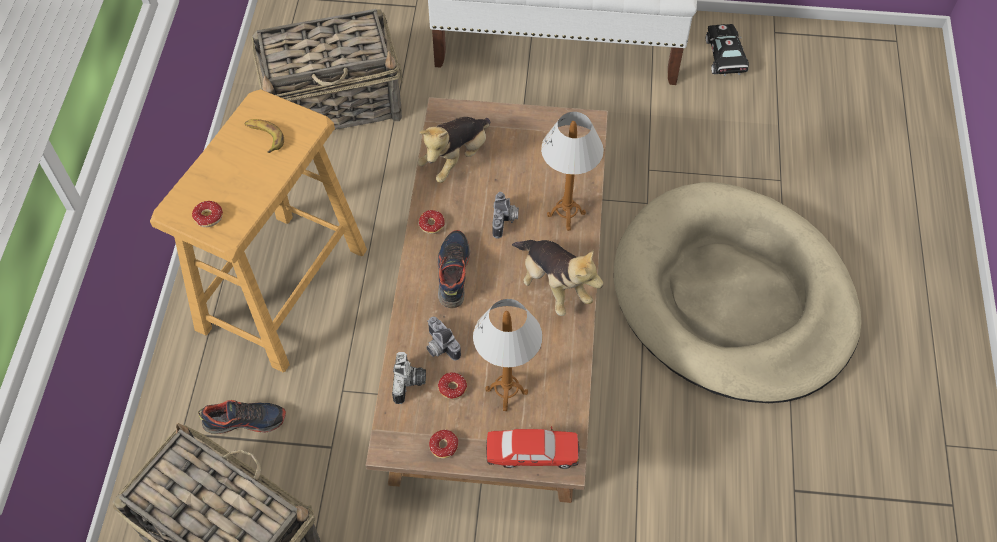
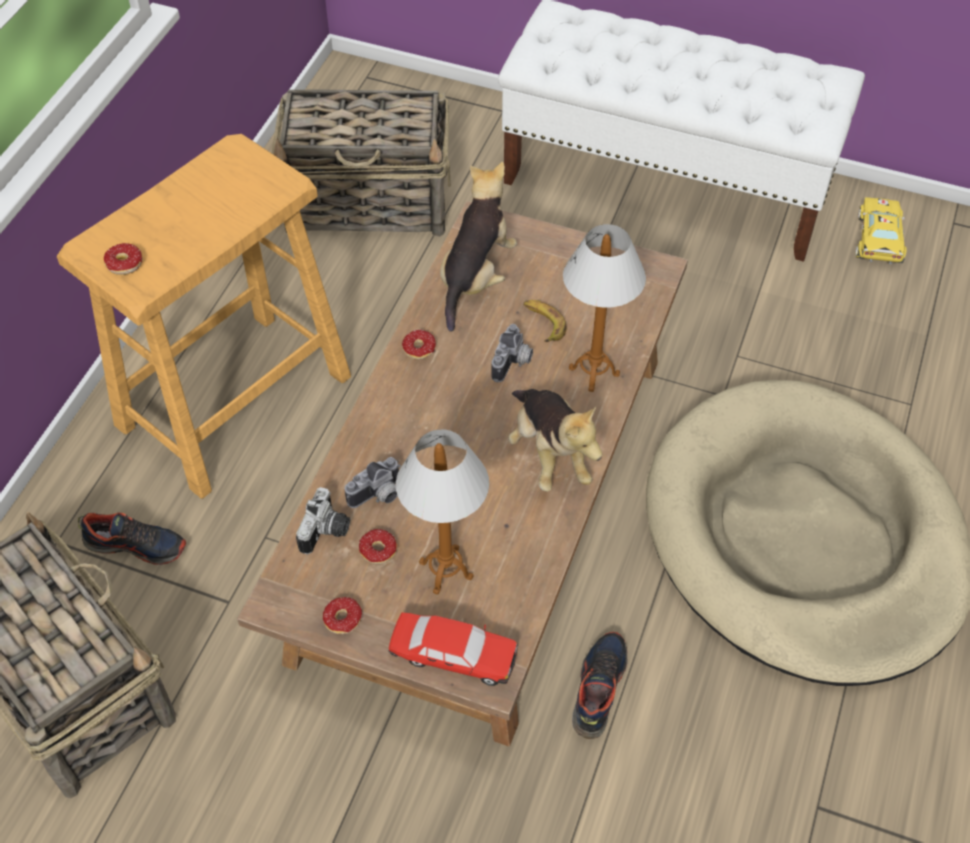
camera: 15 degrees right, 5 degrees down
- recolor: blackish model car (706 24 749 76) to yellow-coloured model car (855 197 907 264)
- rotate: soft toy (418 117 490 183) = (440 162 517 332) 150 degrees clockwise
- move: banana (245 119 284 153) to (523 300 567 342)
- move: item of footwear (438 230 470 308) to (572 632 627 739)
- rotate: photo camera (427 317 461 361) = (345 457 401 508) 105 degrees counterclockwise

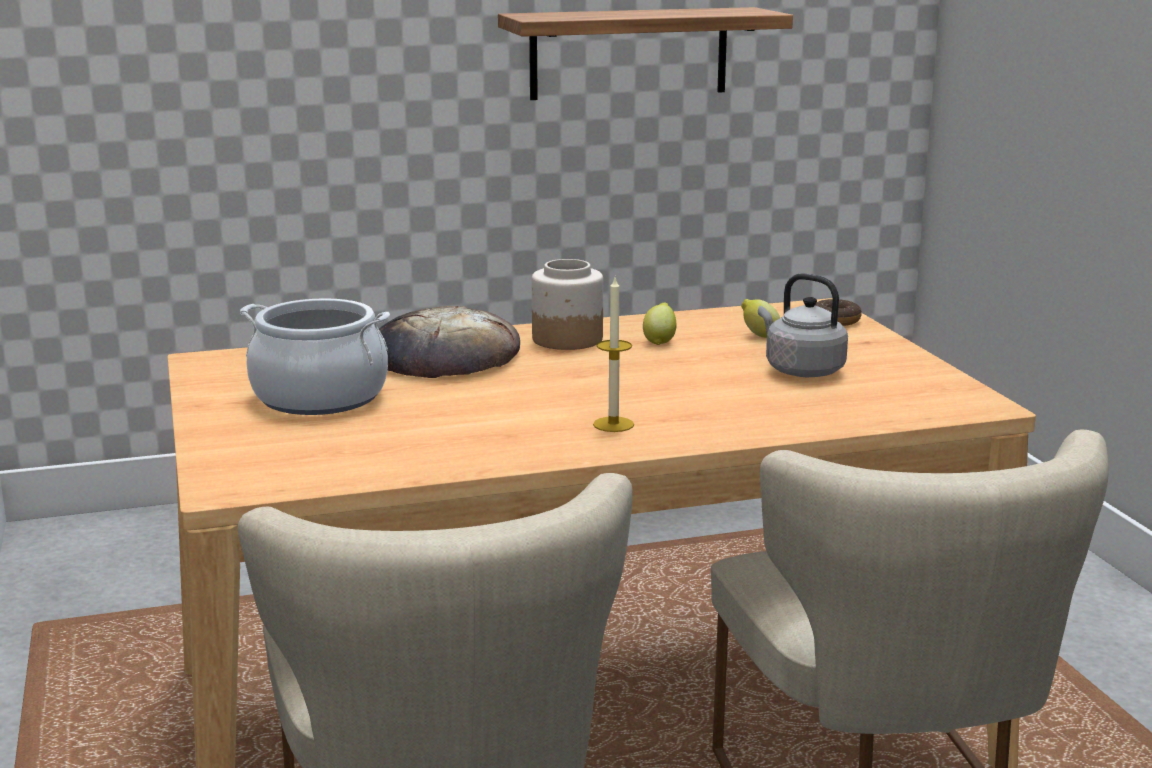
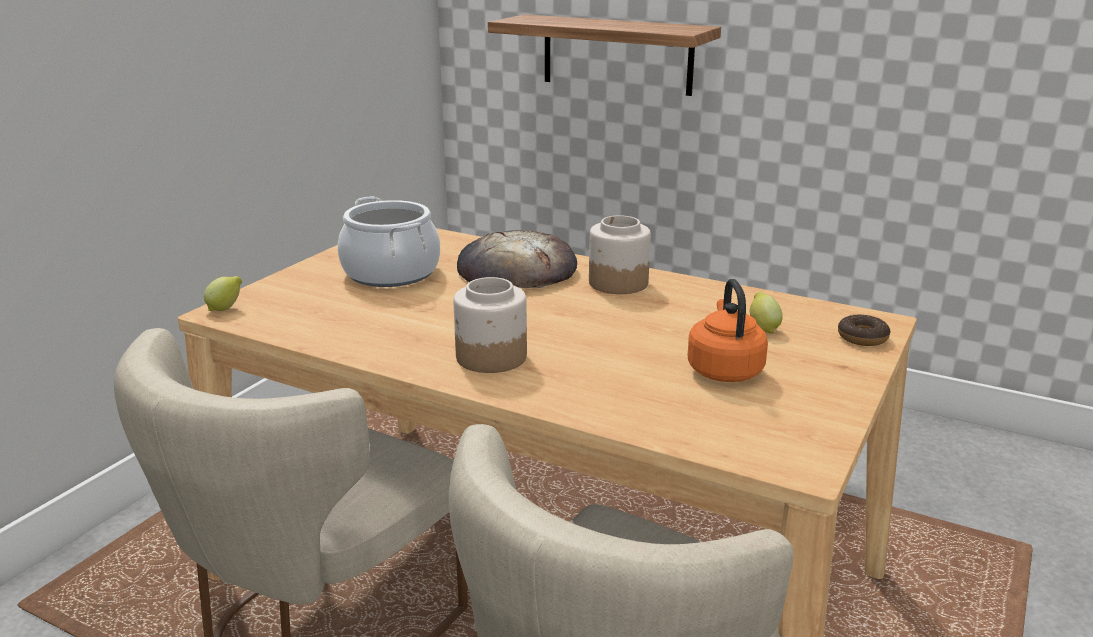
camera: 45 degrees right, 5 degrees up
- move: shelf (498 7 793 100) to (488 14 721 96)
- recolor: grey tea kettle (758 273 848 377) to orange tea kettle (688 279 768 382)
- replace: wax candle (593 278 634 432) to jar (453 277 527 373)
- move: whole lemon (643 302 676 345) to (204 276 242 311)

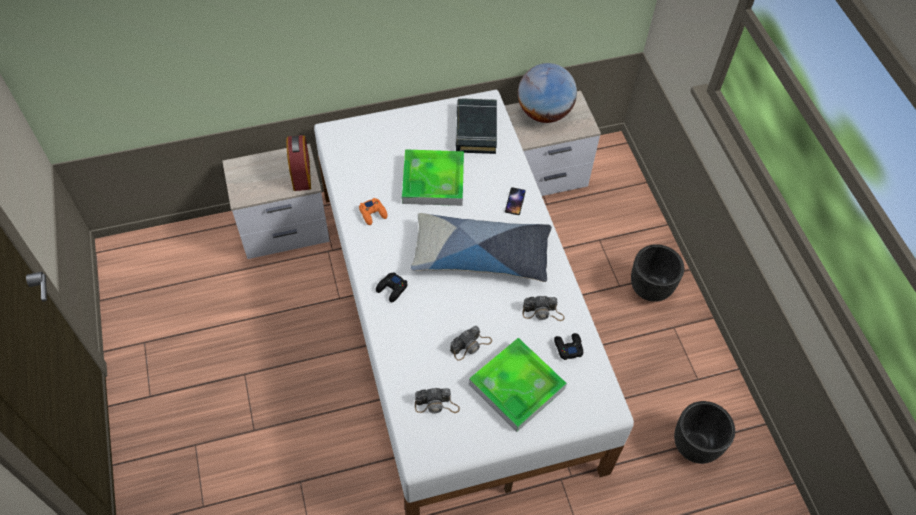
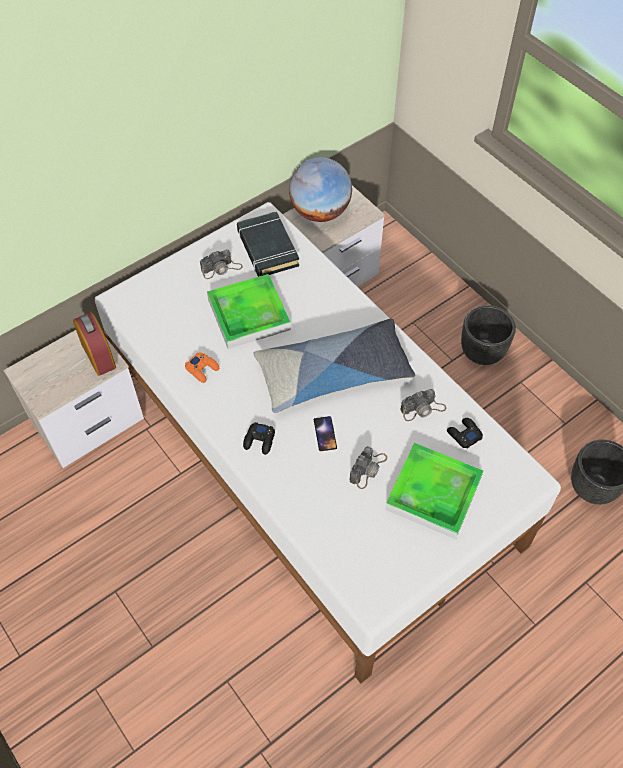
camera: 20 degrees left, 0 degrees up
- move: telephone (505 187 526 215) to (314 416 337 451)
- move: photo camera (415 388 460 414) to (200 250 243 279)

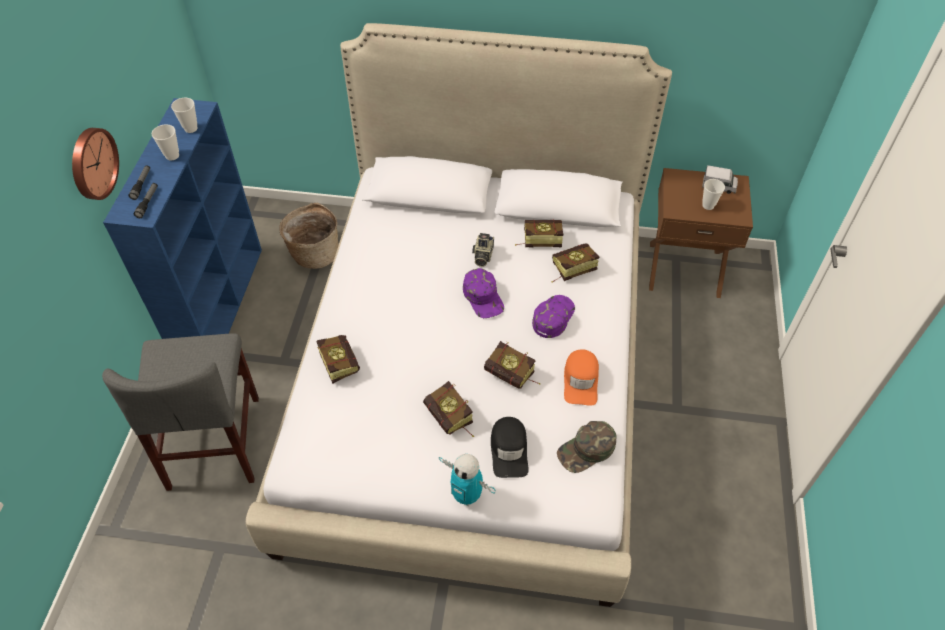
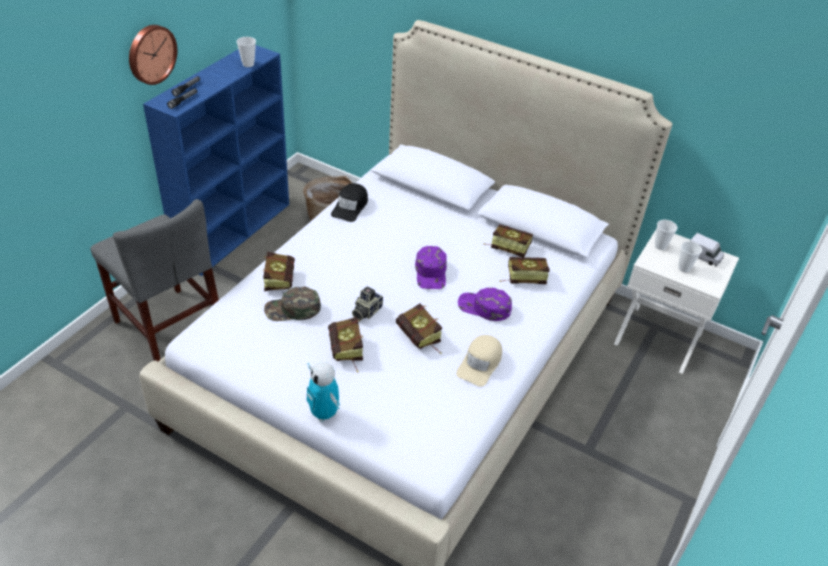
camera: 20 degrees right, 10 degrees down
- move: cup (152 124 179 161) to (655 220 678 250)
- recolor: brown nightstand (649 168 753 298) to white nightstand (614 228 739 374)
- move: photo camera (472 233 494 267) to (352 286 383 321)
- rotate: purple-coloured peaked cap (532 295 575 338) = (458 288 512 321) 120 degrees counterclockwise
- rotate: grey chair (102 333 259 491) = (90 199 219 361) 60 degrees counterclockwise
- recolor: orange peaked cap (564 349 599 406) to beige peaked cap (456 335 502 387)
- move: blackish peaked cap (491 417 529 478) to (331 183 368 222)
- move: green peaked cap (557 421 617 473) to (264 287 321 321)

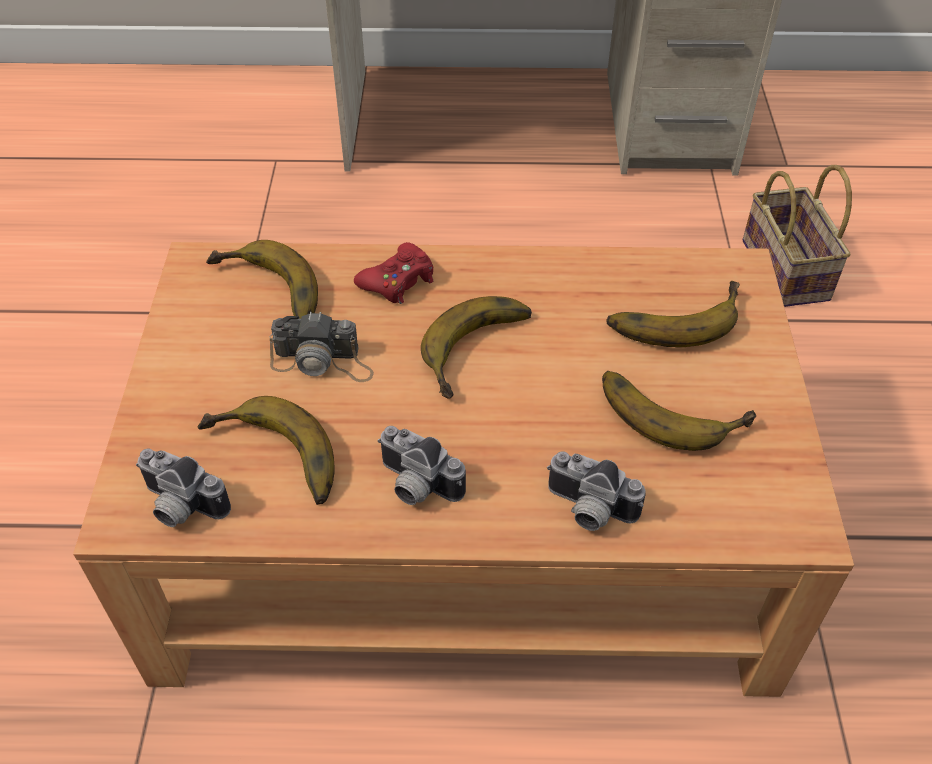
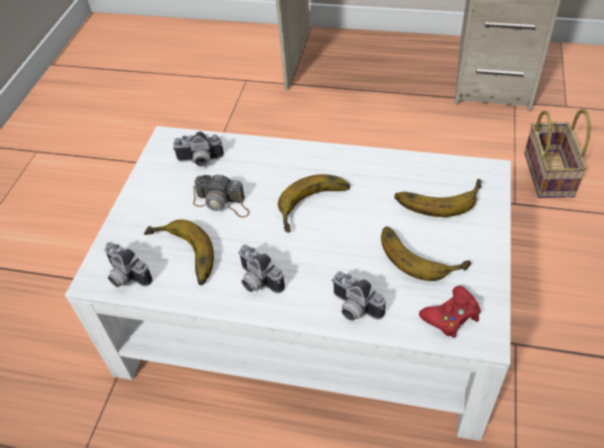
camera: 15 degrees right, 0 degrees up
- replace: banana (206 240 318 319) to photo camera (173 131 224 167)
- recolor: brown lounge table (73 242 854 697) to white lounge table (65 126 511 441)
- move: red gamepad (354 242 433 304) to (419 286 481 338)

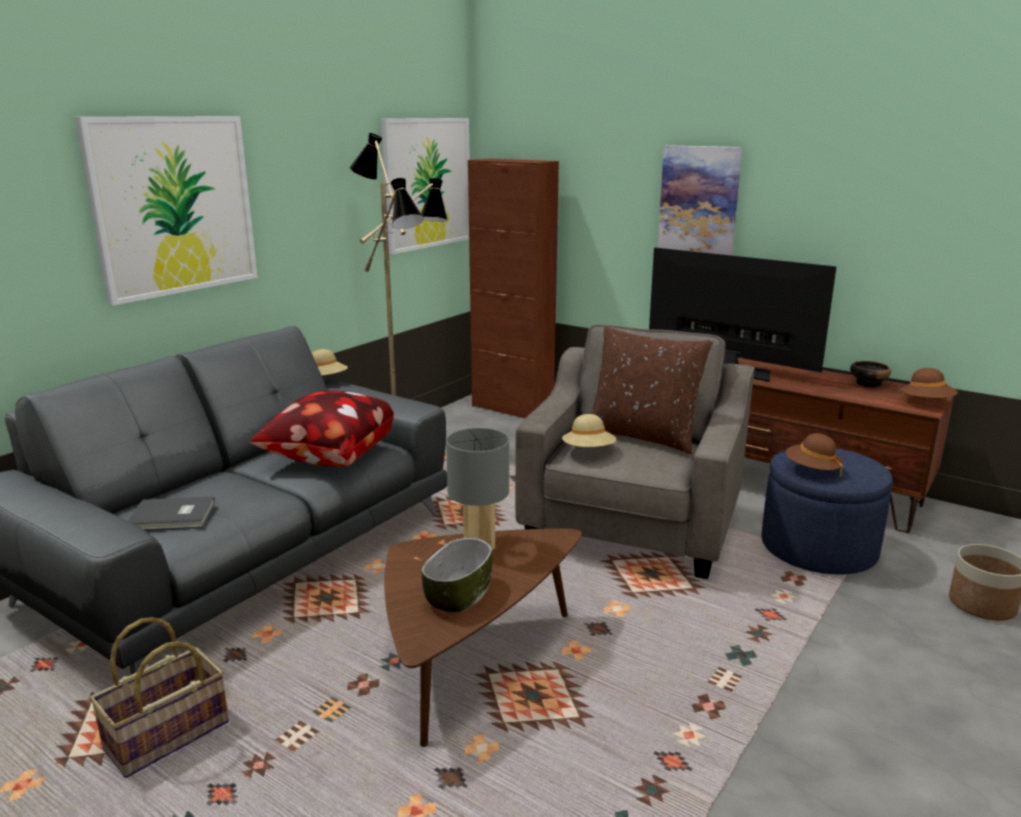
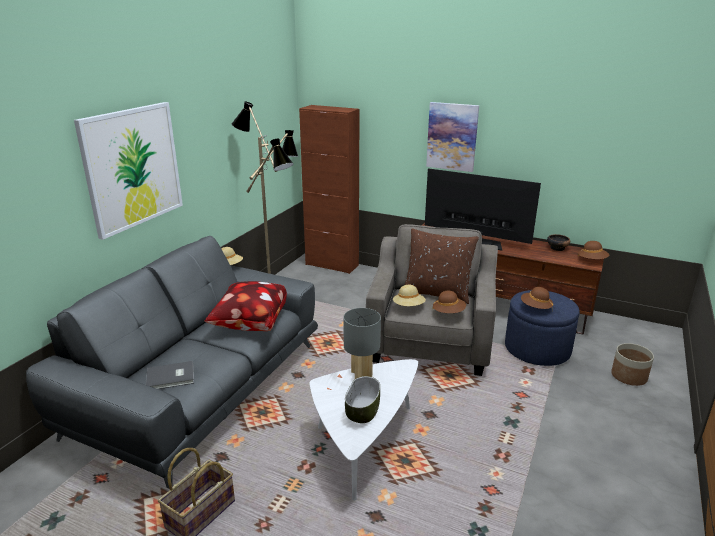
camera: 10 degrees left, 5 degrees up
- delete: picture (381 118 470 254)
- recolor: brown lounge table (384 528 582 747) to white lounge table (309 359 418 501)
- insert: brown hat (433 291 466 313)

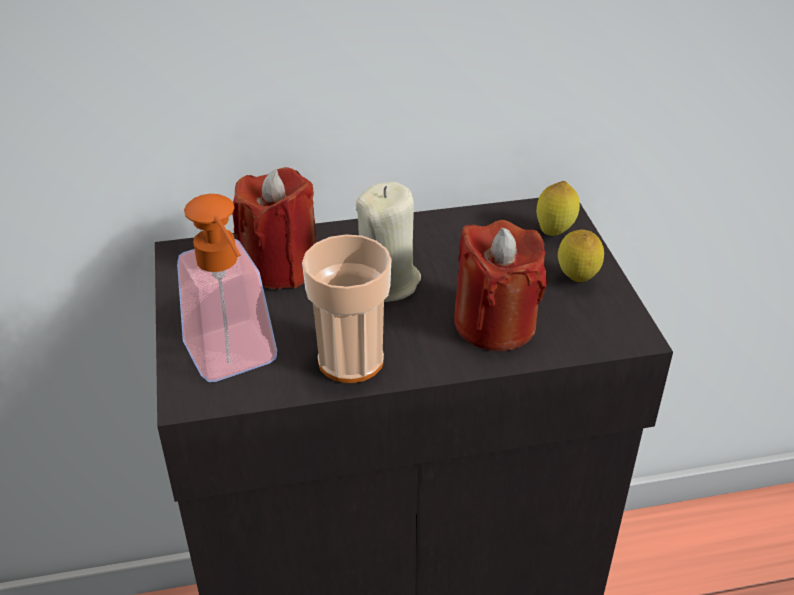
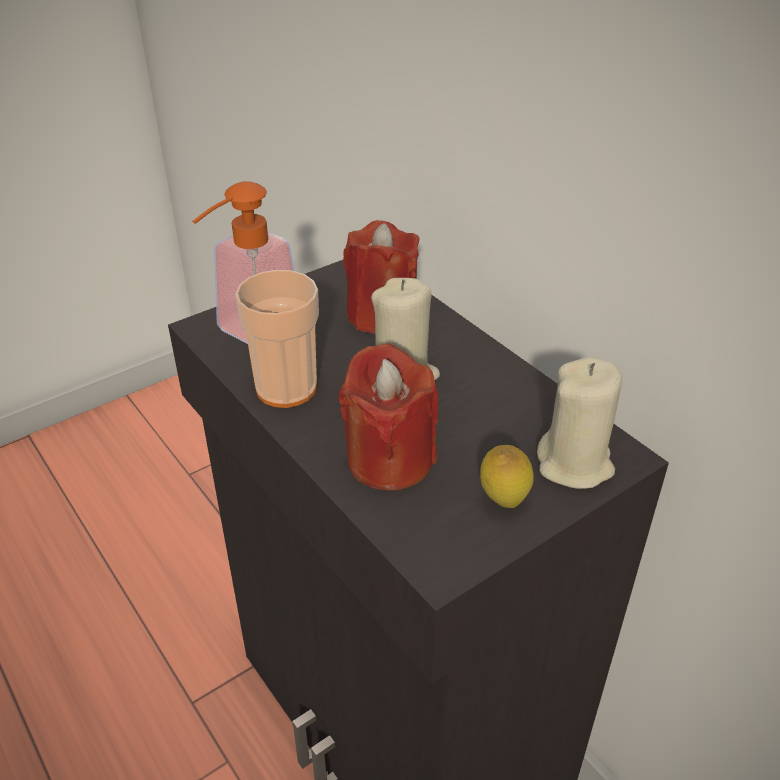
camera: 65 degrees right, 0 degrees up
- replace: whole lemon (536 181 580 236) to beige wax candle (537 357 622 489)

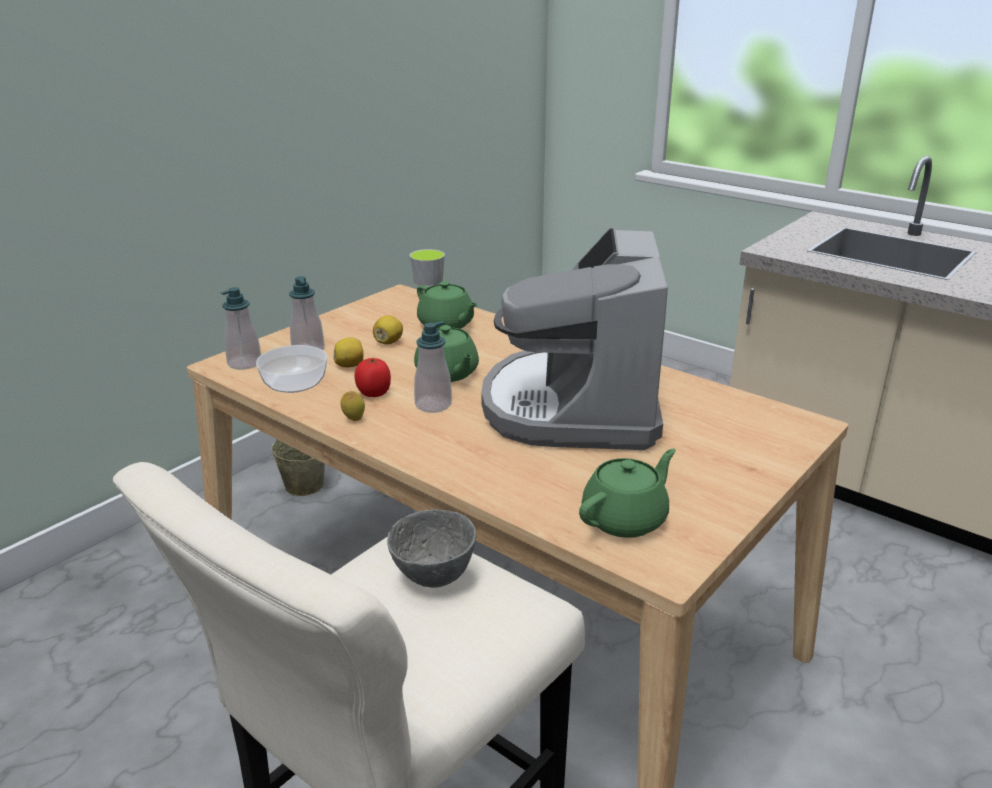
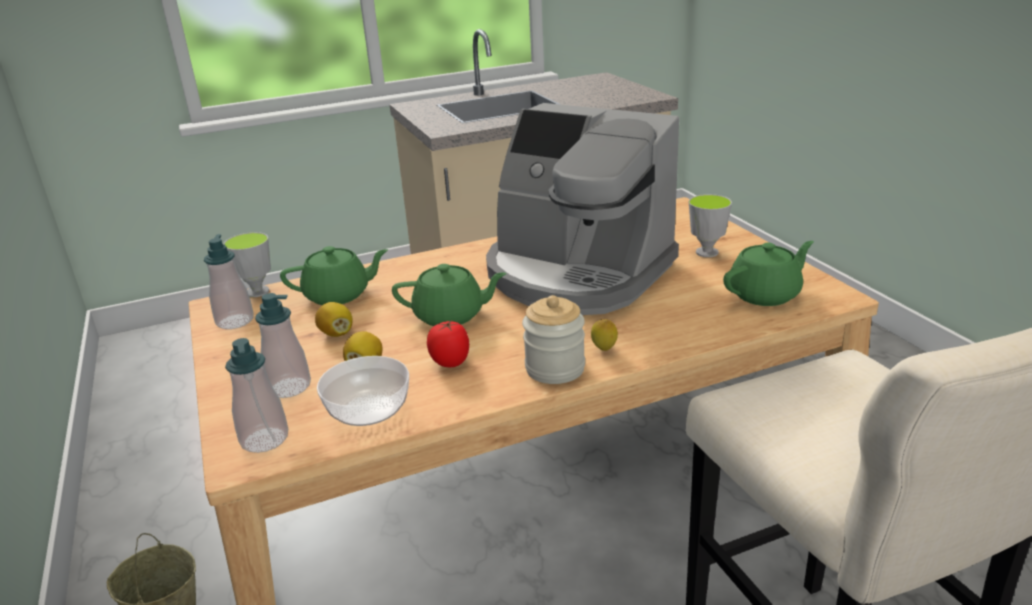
camera: 60 degrees left, 0 degrees up
- move: soap bottle (414 321 452 413) to (204 234 253 329)
- move: whole lemon (340 391 365 421) to (591 319 618 351)
- rotate: green pot for tea (579 449 676 538) = (723 241 814 306) 75 degrees clockwise
- delete: grey serving bowl (387 509 476 588)
- insert: cup (689 194 732 257)
- insert: jar (522 295 585 384)

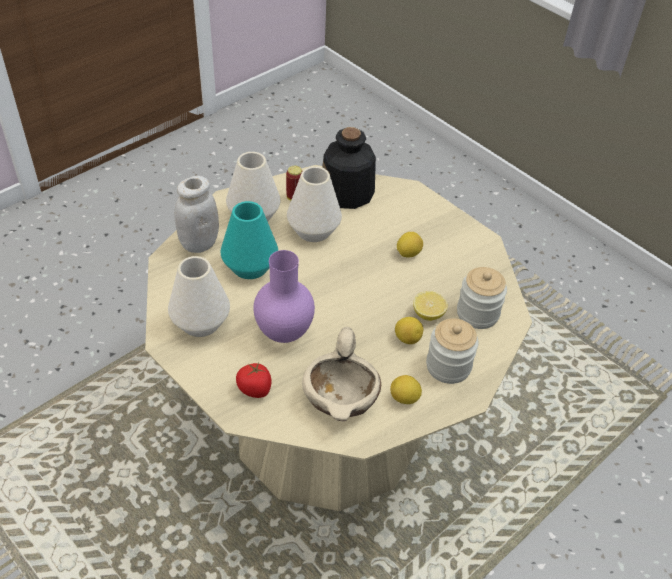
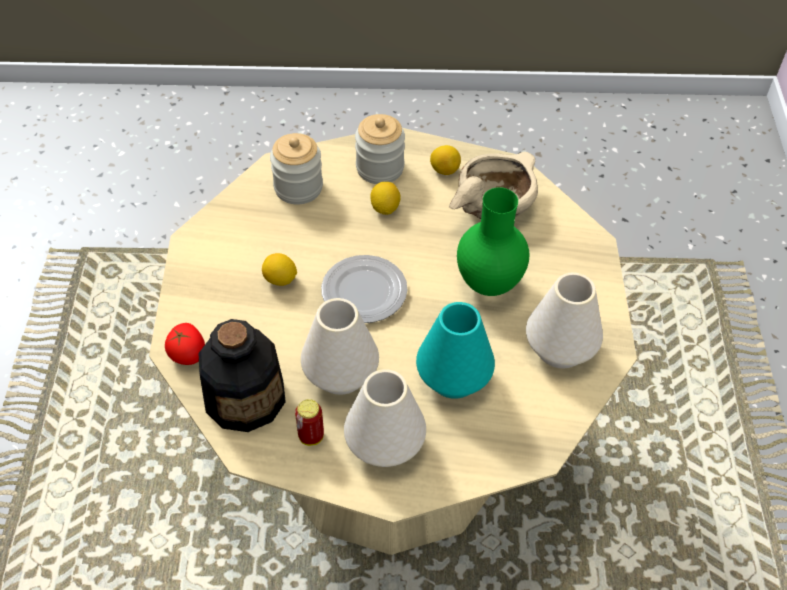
camera: 135 degrees left, 5 degrees up
- delete: white jar (175 176 219 253)
- recolor: purple-coloured decorative vase (253 250 315 343) to green decorative vase (457 187 529 296)
- delete: whole lemon (413 291 448 321)
- move: fresh tomato (236 362 271 398) to (165 323 205 365)
- insert: dinner plate (321 255 407 323)

